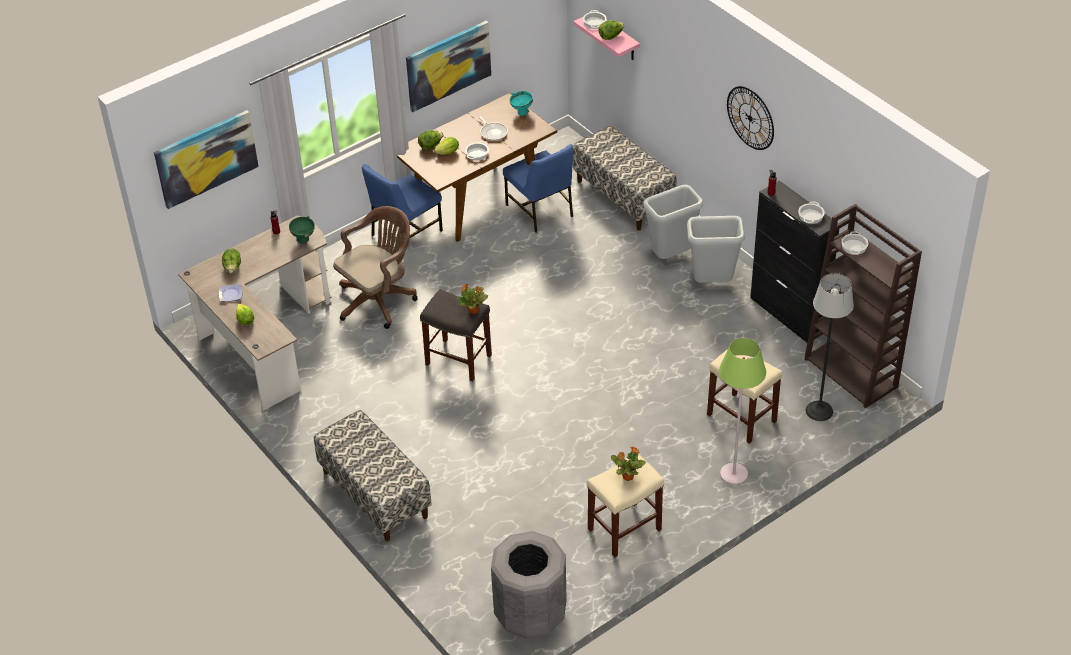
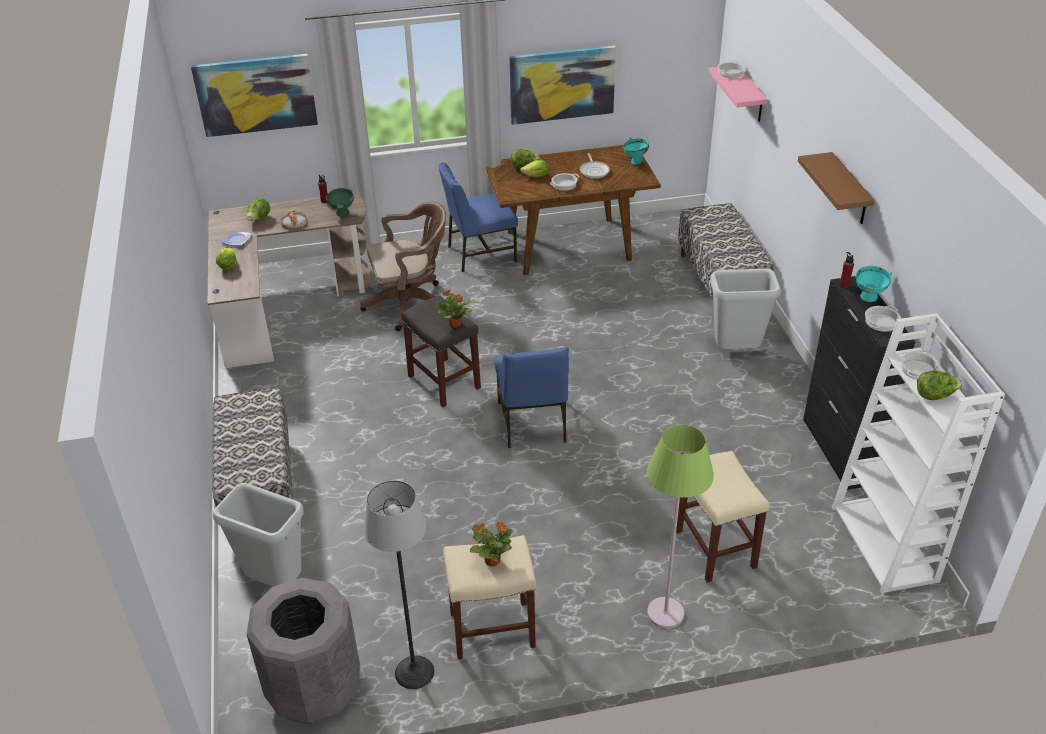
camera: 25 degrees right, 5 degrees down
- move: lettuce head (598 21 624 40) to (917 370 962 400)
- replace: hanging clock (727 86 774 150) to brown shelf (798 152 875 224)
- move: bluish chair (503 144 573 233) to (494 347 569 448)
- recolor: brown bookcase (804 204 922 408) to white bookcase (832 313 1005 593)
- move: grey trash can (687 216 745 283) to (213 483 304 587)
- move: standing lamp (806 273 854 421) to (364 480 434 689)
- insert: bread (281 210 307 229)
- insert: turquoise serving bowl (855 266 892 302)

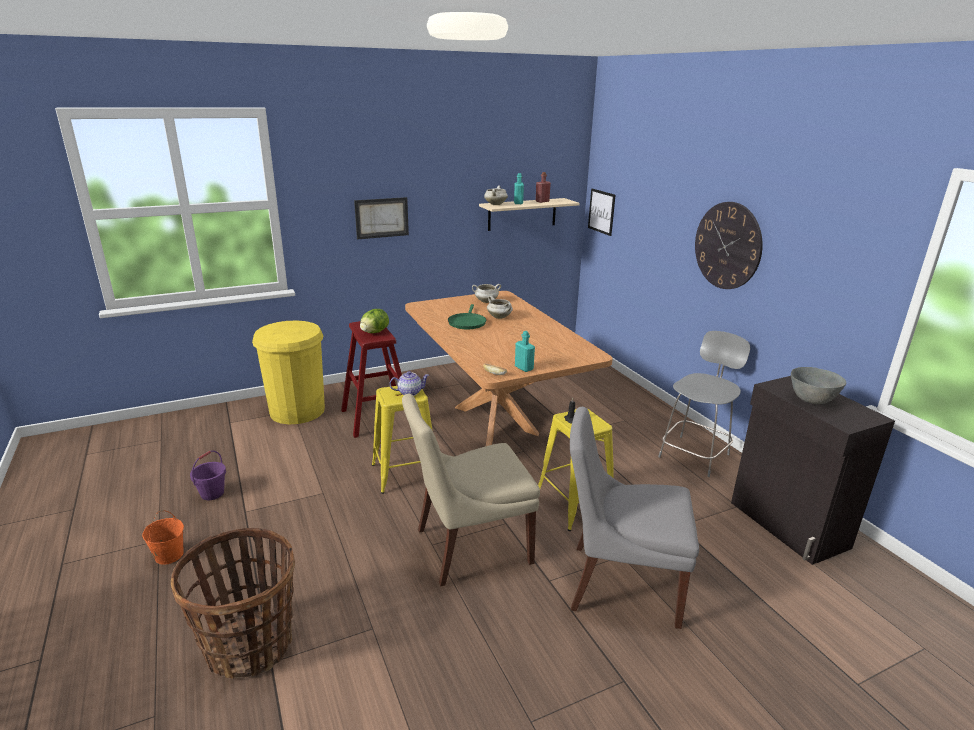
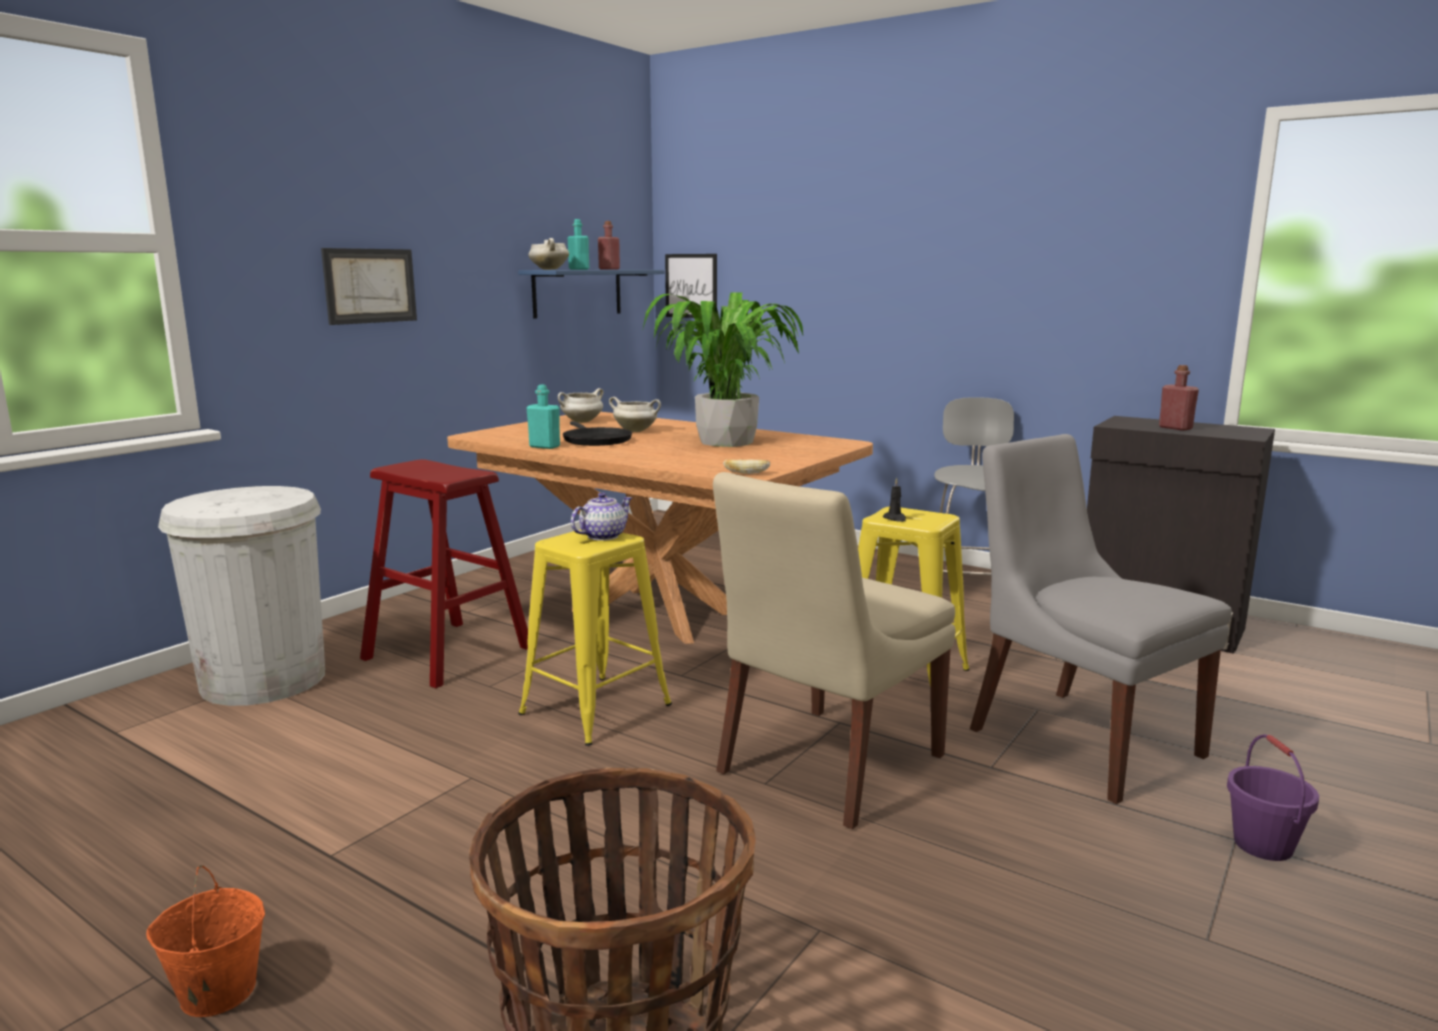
camera: 30 degrees left, 10 degrees down
- recolor: beige shelf (479 198 580 231) to bluish shelf (518 270 664 319)
- delete: hanging clock (695 202 763 289)
- recolor: green pan (448 304 486 329) to blackish pan (563 421 632 446)
- delete: lettuce head (360 309 389 333)
- recolor: yellow-coloured trash can (252 320 325 424) to white trash can (158 486 325 706)
- move: turquoise drink bottle (515 331 535 372) to (527 385 560 449)
- replace: grey serving bowl (791 367 846 404) to red drink bottle (1159 365 1199 431)
- rotate: grey chair (570 407 699 629) = (970 434 1232 804) 75 degrees clockwise
- move: purple-coloured bucket (190 451 226 500) to (1227 734 1319 861)
- insert: plant in a pot (643 292 803 447)

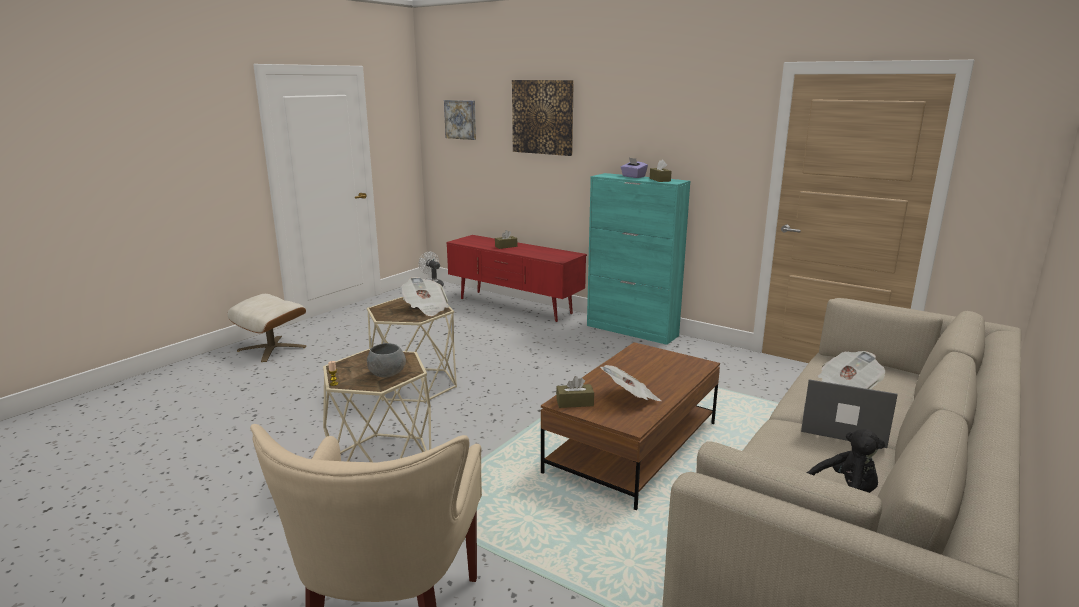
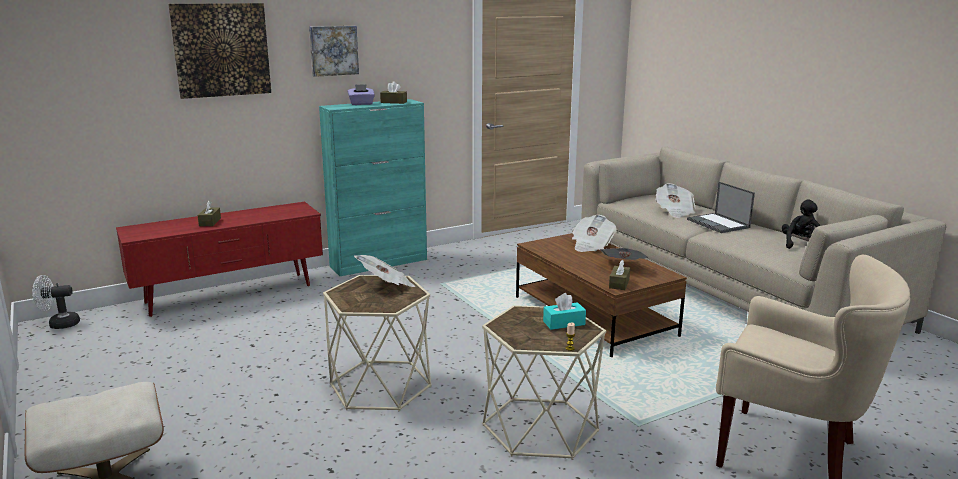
camera: 65 degrees left, 0 degrees up
- move: picture (444 100 476 140) to (309 26 359 77)
- replace: grey serving bowl (367 343 406 378) to turquoise tissue box (543 293 586 330)
- rotate: laptop (801 379 898 448) = (687 182 755 233) 75 degrees counterclockwise
- insert: newspaper (572 215 617 252)

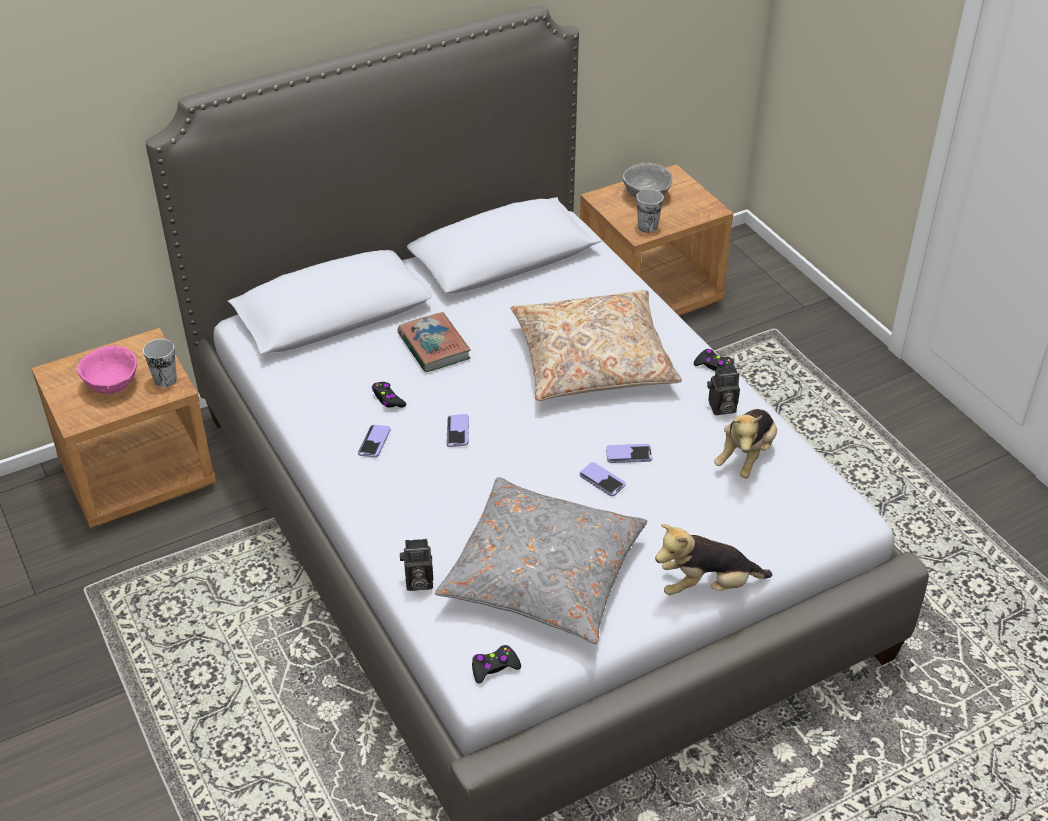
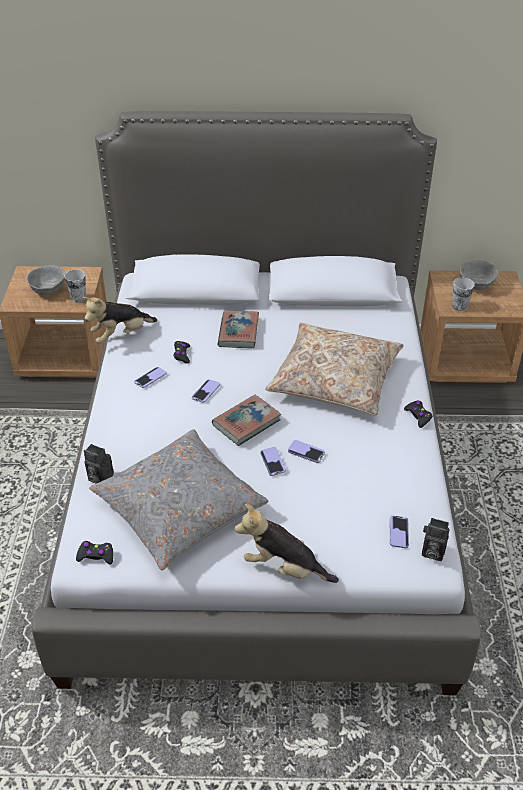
camera: 30 degrees right, 0 degrees up
- recolor: pink-coloured serving bowl (77 345 137 394) to grey serving bowl (26 265 65 295)
- move: photo camera (707 366 740 415) to (422 518 450 561)
- move: soft toy (714 409 777 478) to (82 297 157 344)
- insert: volume (212 395 281 446)
- insert: telephone (390 515 409 548)

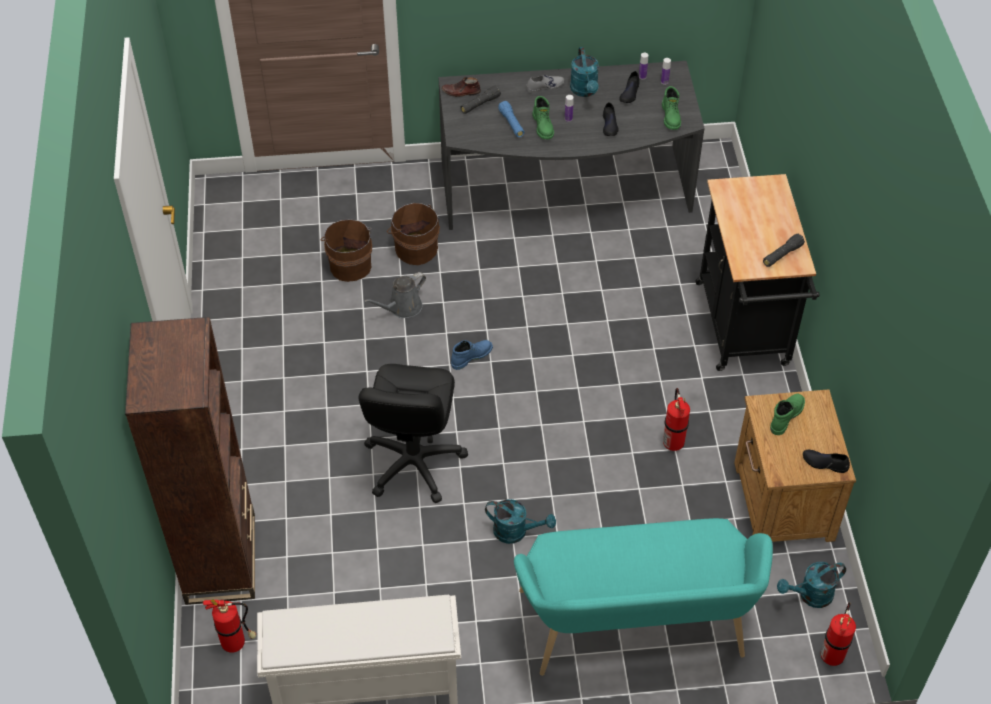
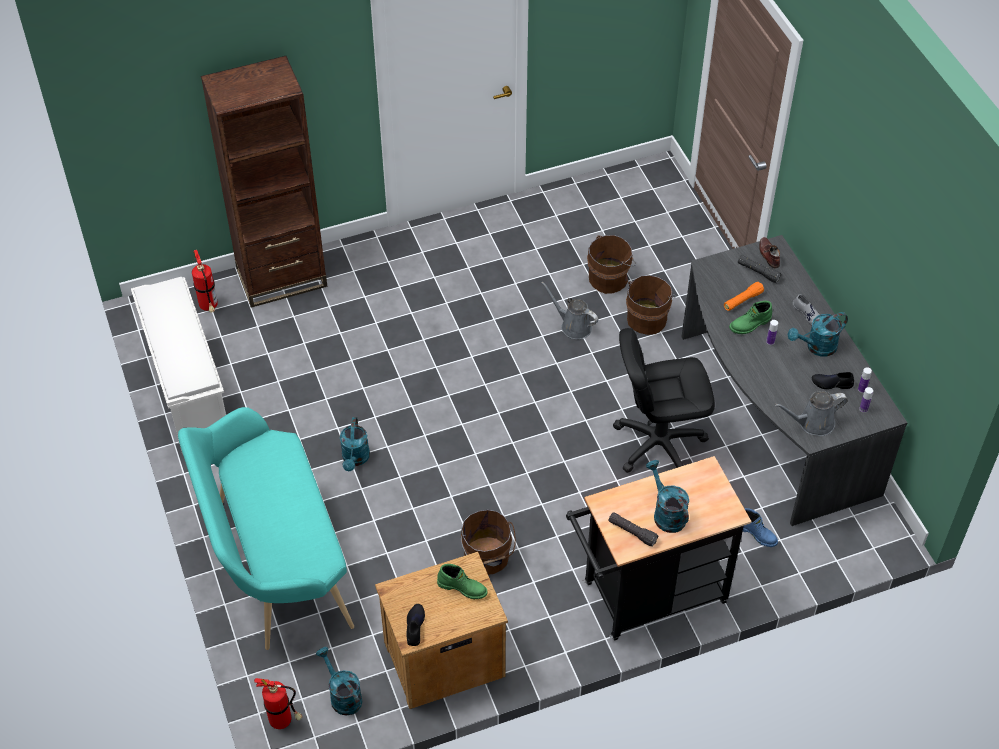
camera: 75 degrees right, 0 degrees up
- replace: green high-top boot (662 86 681 130) to grey watering pot (775 391 848 436)
- recolor: bluish torch (498 101 524 137) to orange torch (724 282 764 311)
- delete: blackish item of footwear (603 102 618 136)
- move: bluish high-top boot (451 340 493 370) to (743 508 778 547)
- move: blackish office chair (358 364 468 503) to (613 328 715 473)
- replace: fire extinguisher (663 388 690 451) to brown bucket (461 510 516 575)
- insert: turquoise watering pot (646 460 689 533)

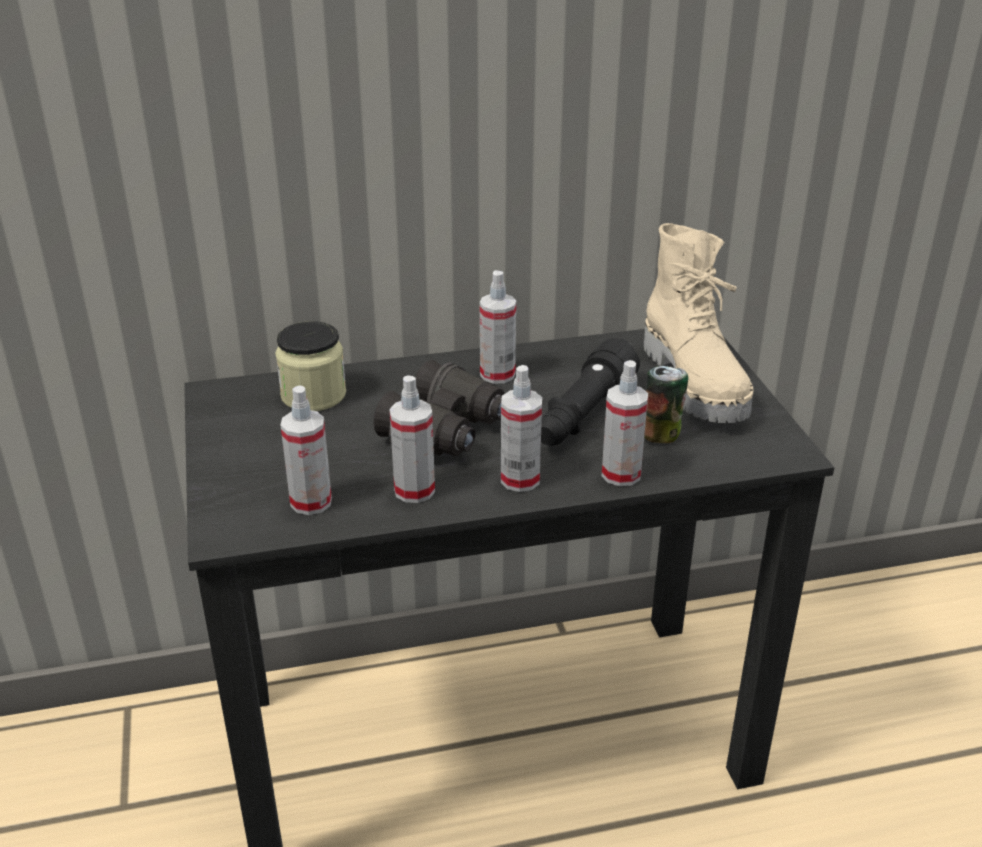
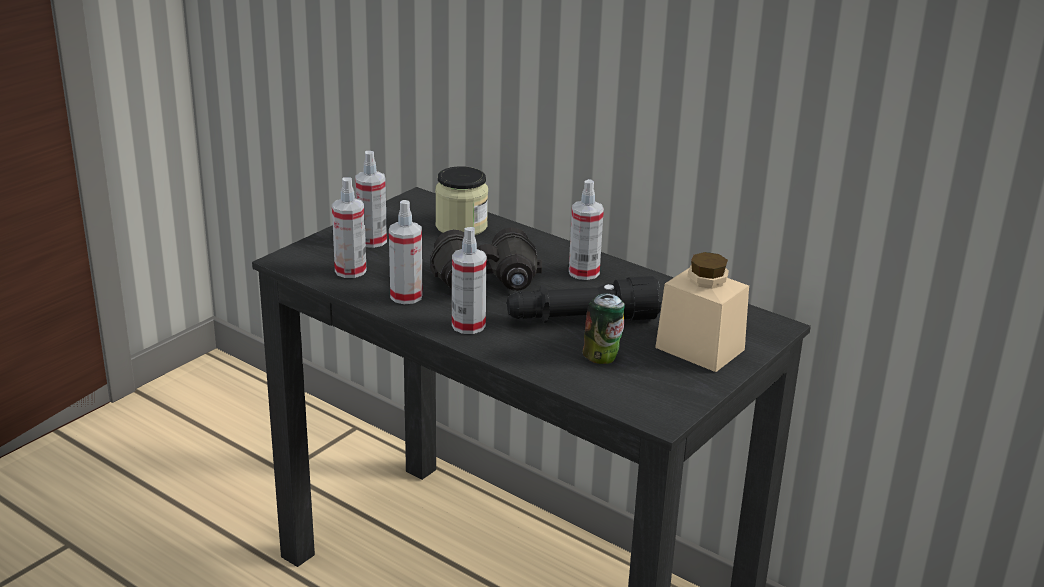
camera: 50 degrees right, 5 degrees down
- replace: beige high-top boot (643 223 753 423) to beige jar (655 252 749 372)
- move: hand sprayer (602 360 648 486) to (355 151 387 248)

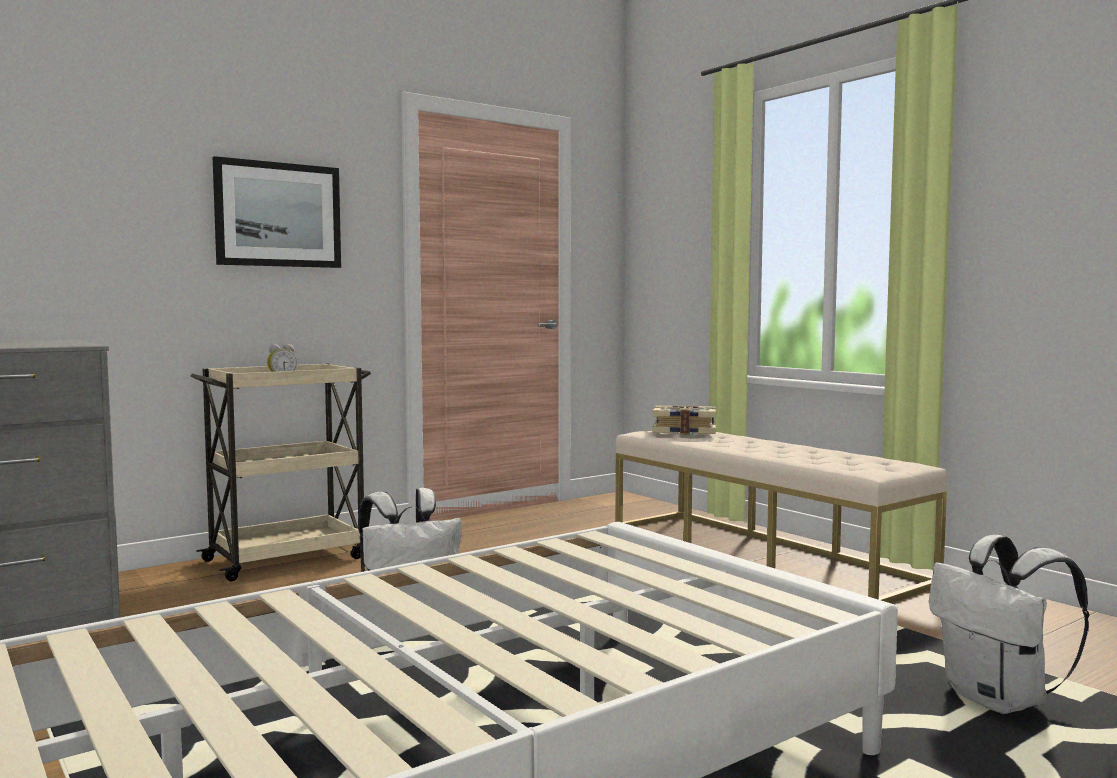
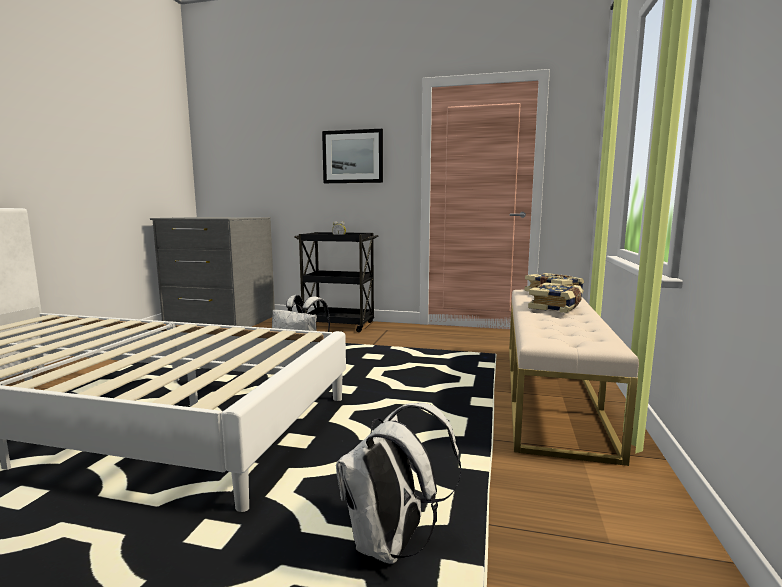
camera: 50 degrees right, 5 degrees up
- recolor: beige cart (190 364 371 581) to blackish cart (294 232 379 332)
- insert: volume (528 283 583 313)

